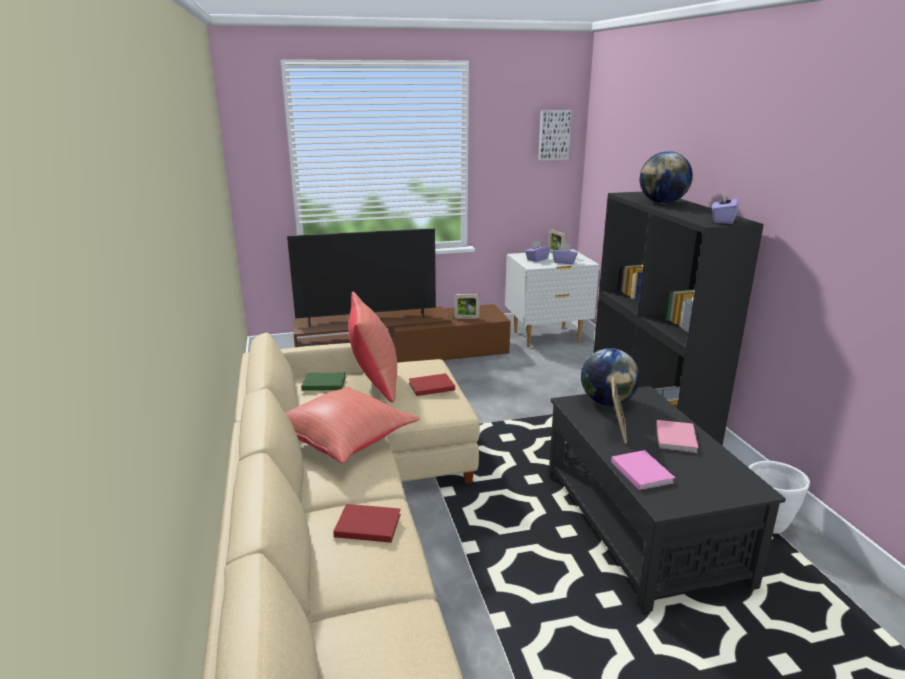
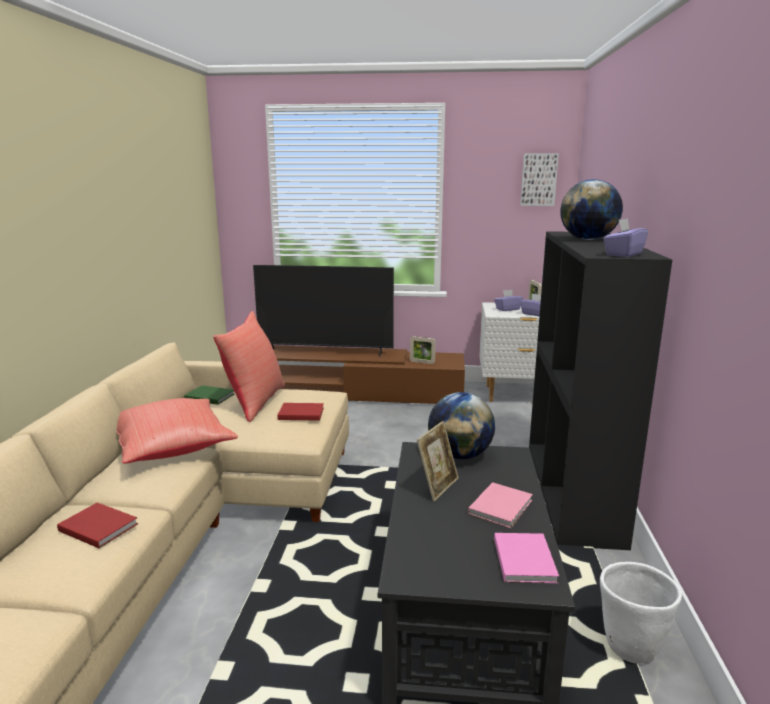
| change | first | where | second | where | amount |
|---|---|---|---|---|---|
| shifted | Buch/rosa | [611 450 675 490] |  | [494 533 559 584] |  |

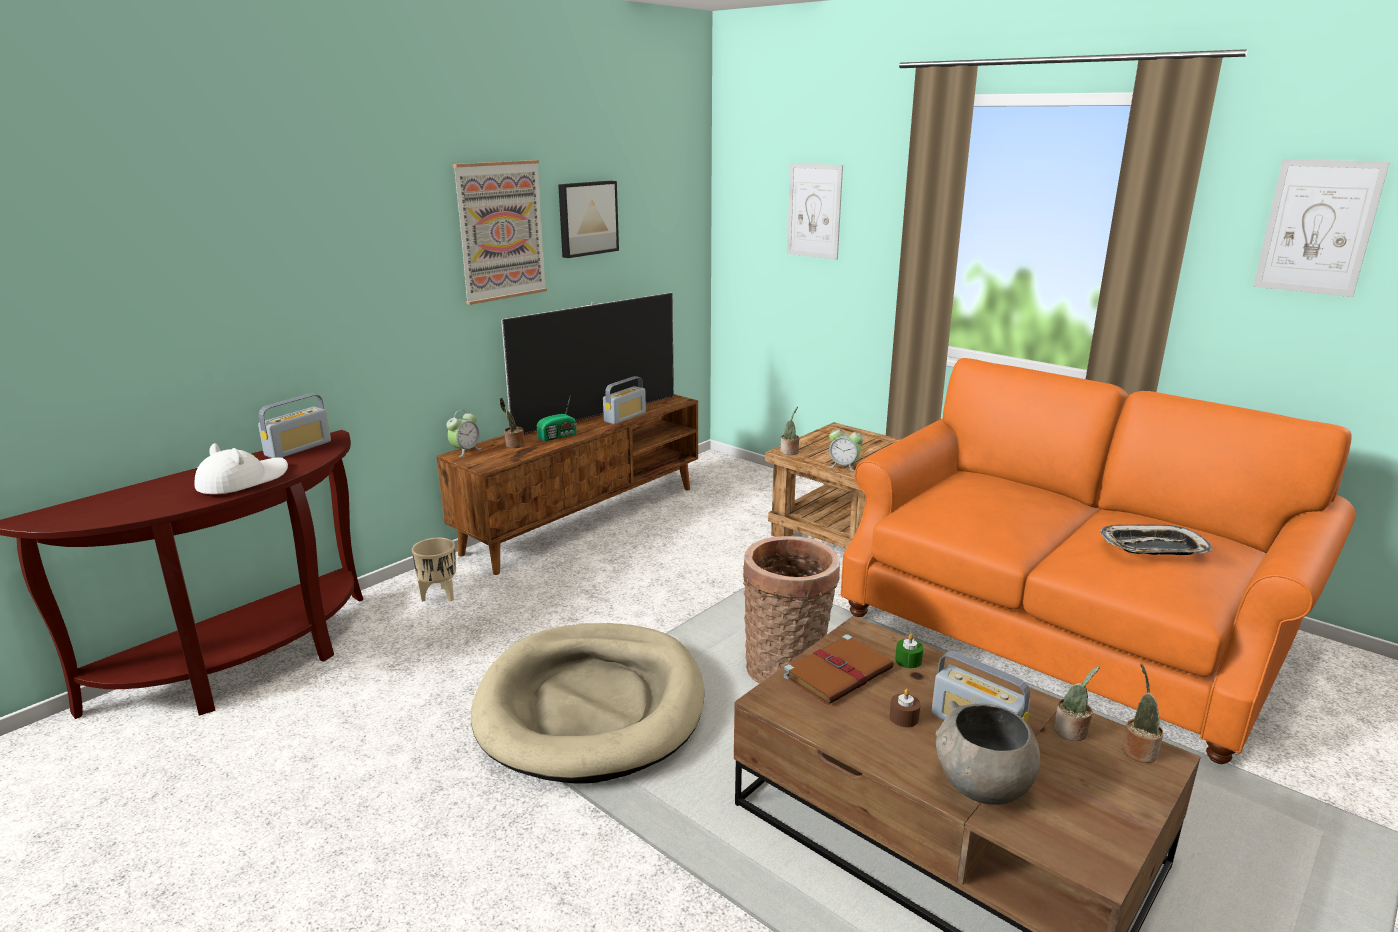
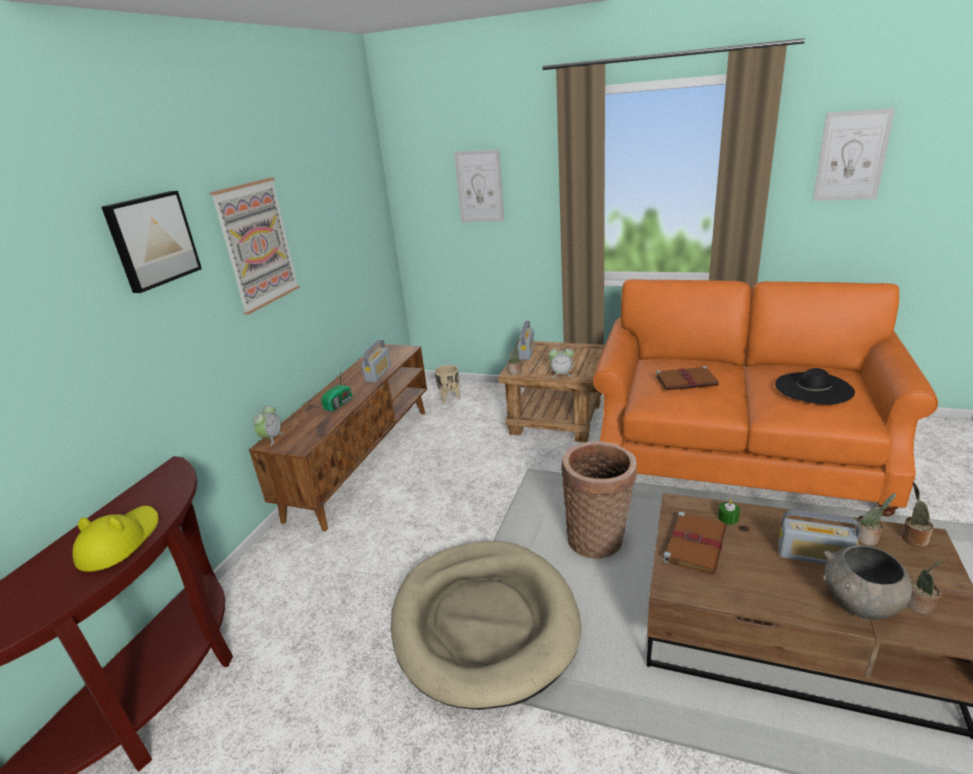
| change | first | where | second | where | amount |
|---|---|---|---|---|---|
| gone | Fernseher | [501 293 674 434] |  |  |  |
| gone | Kerze/braun | [889 689 921 727] |  |  |  |
| new |  |  | Buch/braun | [656 366 719 390] |  |
| shifted | Radio | [258 394 331 458] |  | [518 321 534 360] |  |
| shifted | Pflanzkübel/beige | [412 538 456 602] |  | [434 365 460 403] |  |
| shifted | Topfpflanze | [500 398 524 448] |  | [907 561 942 615] |  |
| shifted | Bild | [558 181 619 258] |  | [102 191 202 293] |  |
| swapped | Tablett | [1100 525 1213 555] | Hut/schwarz | [775 368 855 405] |  |
| repainted | Hut/weiß | [195 443 288 494] | Hut/gelb | [72 505 159 572] |  |

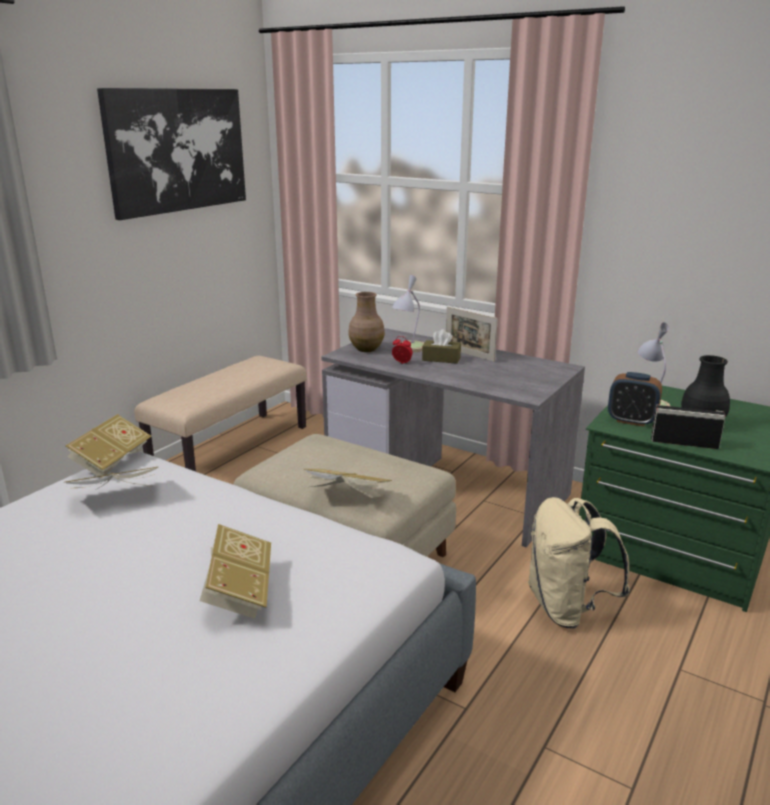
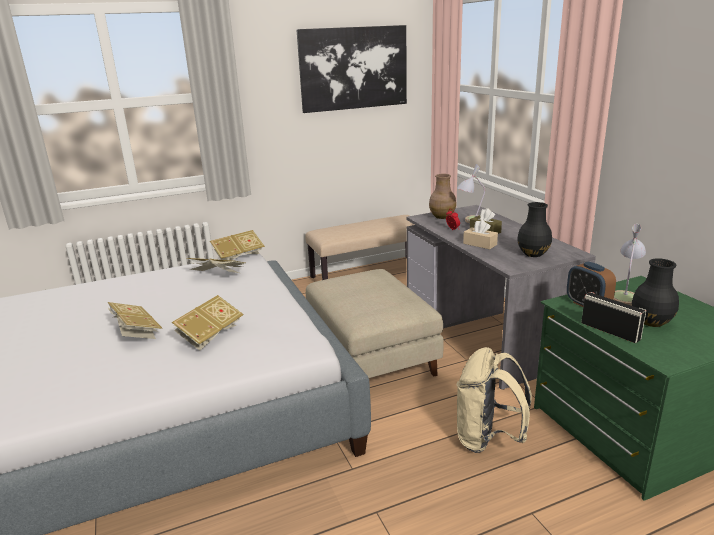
| change | first | where | second | where | amount |
|---|---|---|---|---|---|
| gone | Bilderrahmen | [446 306 498 362] |  |  |  |
| new |  |  | Taschentuchbox/beige | [463 220 498 249] |  |
| new |  |  | Vase/schwarz | [517 202 552 257] |  |
| shifted | Buch | [303 469 392 498] |  | [107 302 163 339] |  |

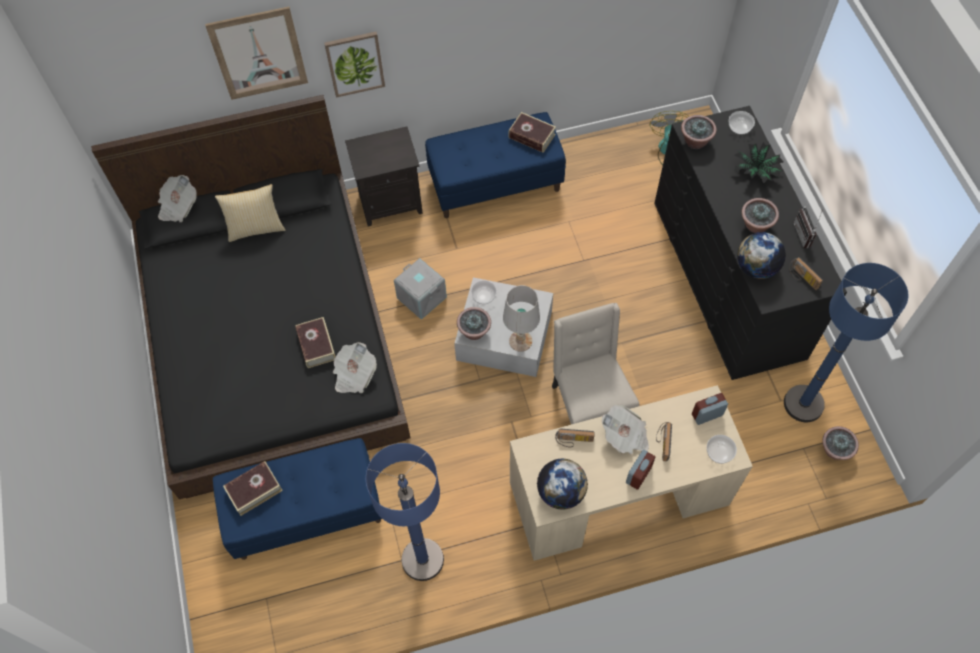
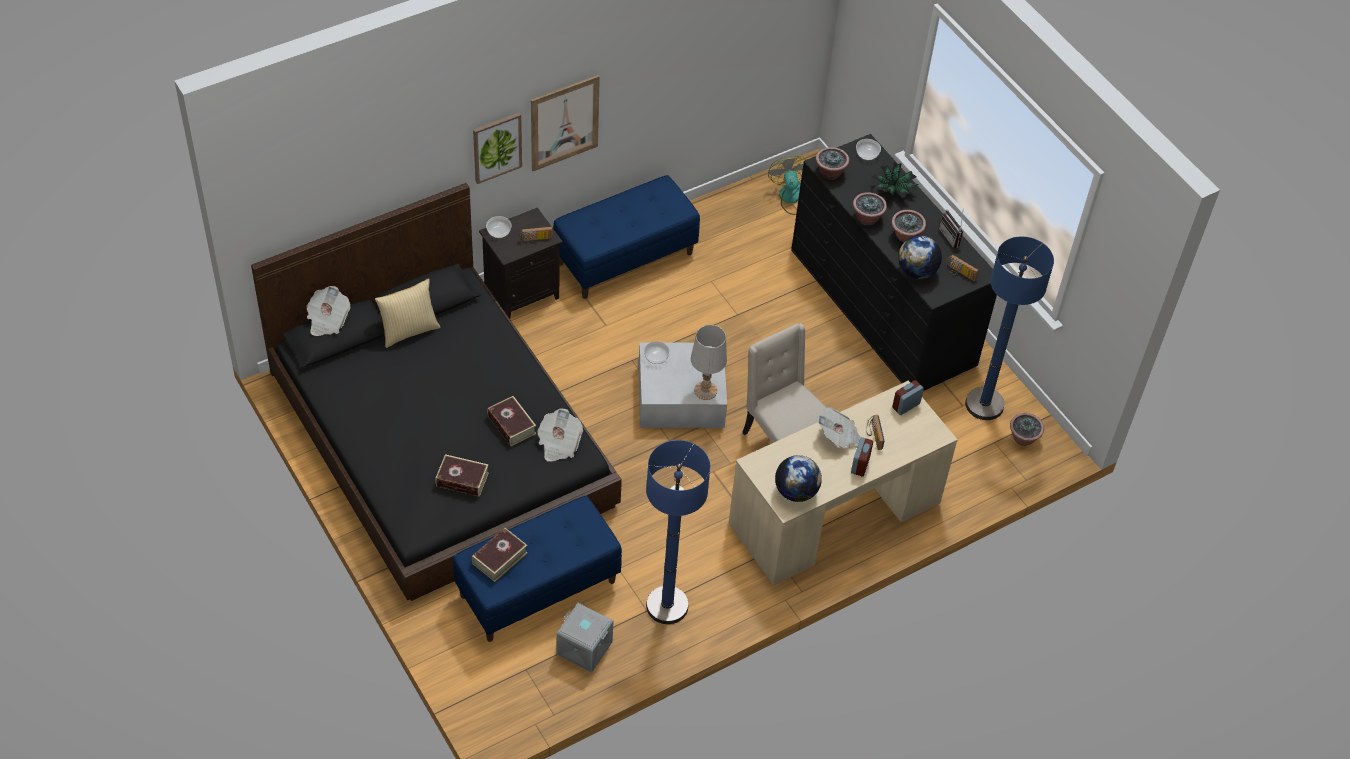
| change | first | where | second | where | amount |
|---|---|---|---|---|---|
| shifted | Bild | [205 7 308 100] |  | [531 75 600 171] |  |
| shifted | Aufbewahrungsbox/grau | [394 258 447 320] |  | [556 603 613 673] |  |
| shifted | Topfpflanze | [457 307 491 340] |  | [853 192 887 225] |  |
| shifted | Buch | [508 112 556 153] |  | [435 454 489 497] |  |
| shifted | Radio | [555 428 595 447] |  | [520 227 553 245] |  |
| shifted | Schüssel | [707 435 737 464] |  | [486 216 512 238] |  |

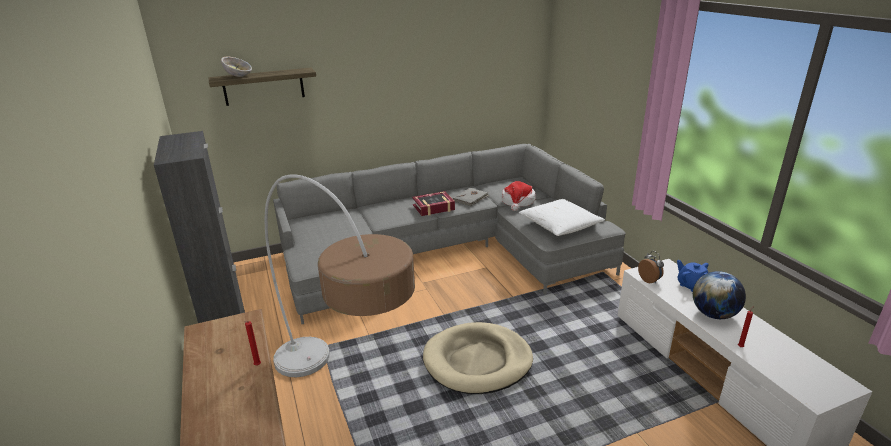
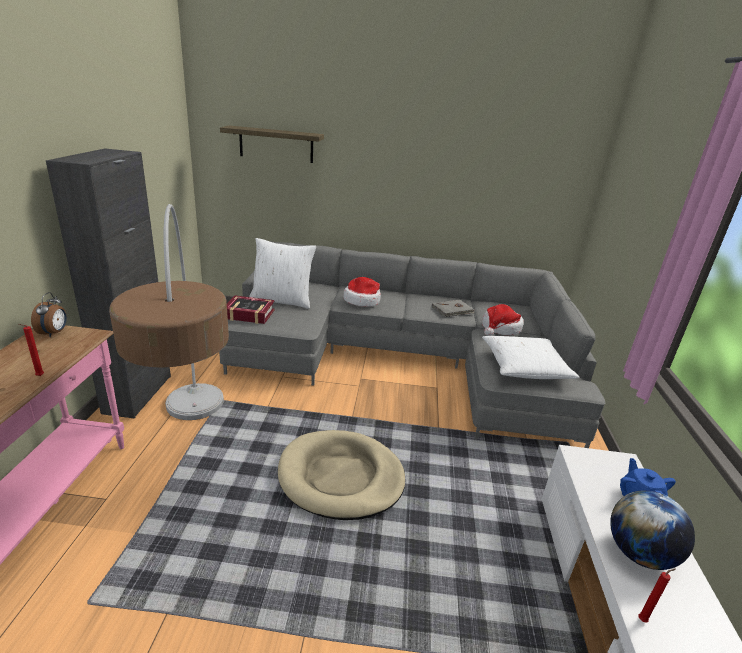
| change | first | where | second | where | amount |
|---|---|---|---|---|---|
| gone | Schüssel | [221 57 252 77] |  |  |  |
| new |  |  | Kissen/weiß | [249 238 316 309] |  |
| new |  |  | Hut | [343 277 381 307] |  |
| shifted | Buch | [412 191 455 216] |  | [227 296 275 324] |  |
| shifted | Wecker | [638 251 664 283] |  | [31 292 67 337] |  |

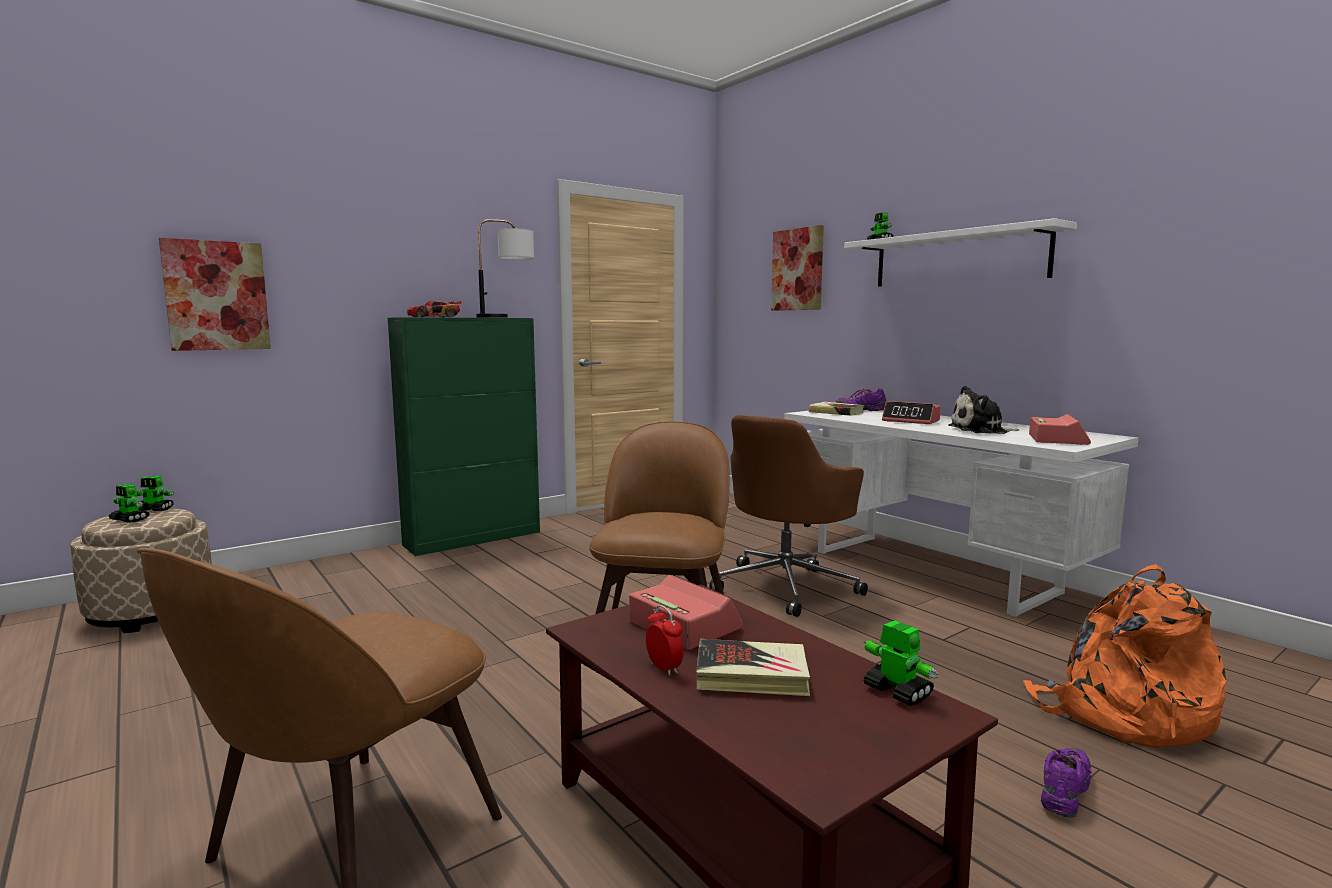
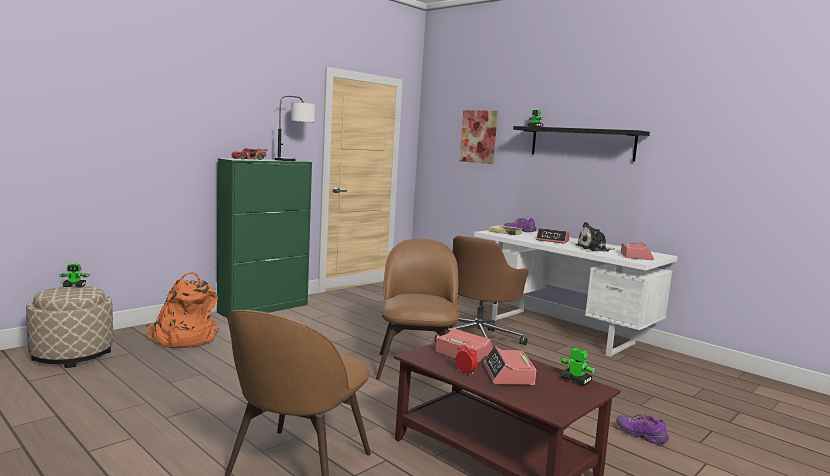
| change | first | where | second | where | amount |
|---|---|---|---|---|---|
| gone | Spielzeugroboter | [109 484 149 523] |  |  |  |
| gone | Bild | [159 238 271 351] |  |  |  |
| shifted | Rucksack/orange | [1023 564 1226 748] |  | [146 272 219 348] |  |
| swapped | Buch | [696 639 810 696] | Wecker | [483 346 536 385] |  |
| repainted | Wandregal/weiß | [844 218 1077 287] | Wandregal/schwarz | [513 126 650 162] |  |
| rotated | Schuh/lila | [1041 748 1092 818] |  | [616 414 669 444] | 75 degrees counterclockwise |

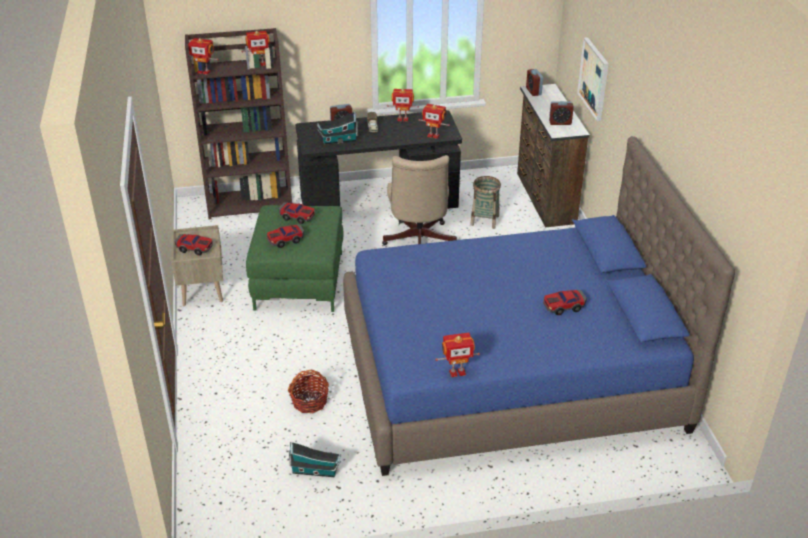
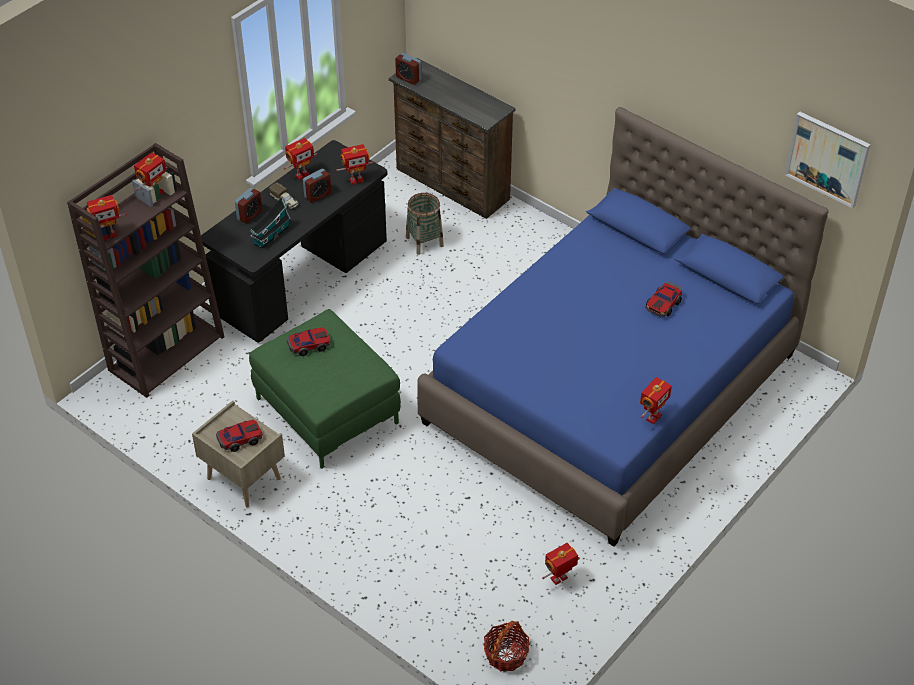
| change | first | where | second | where | amount |
|---|---|---|---|---|---|
| gone | Spielzeugauto | [267 224 304 248] |  |  |  |
| gone | Bürostuhl/beige | [382 155 457 245] |  |  |  |
| shifted | Korb | [288 370 329 413] |  | [483 621 530 671] |  |
| shifted | Wecker | [549 101 574 125] |  | [303 169 332 203] |  |
| shifted | Bild | [577 37 609 121] |  | [785 112 871 208] |  |
| swapped | Spielzeughaus | [289 442 341 477] | Spielzeugroboter | [542 543 580 585] |  |

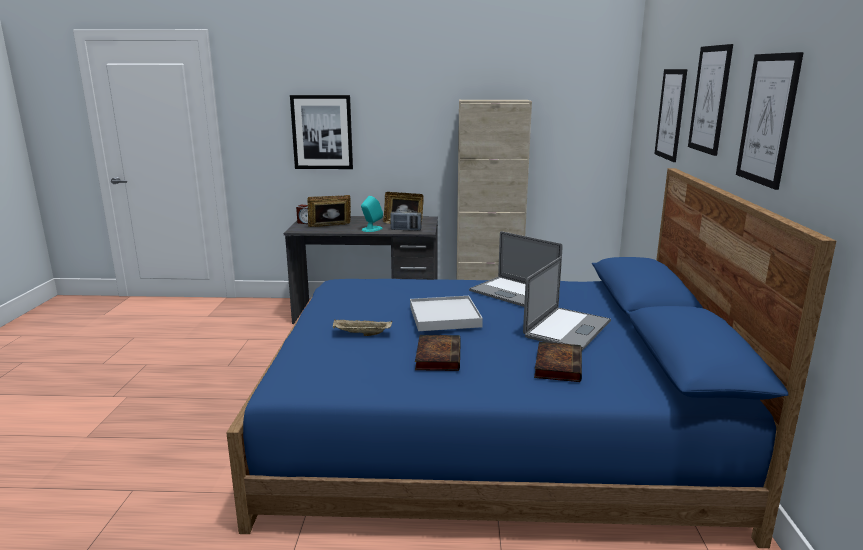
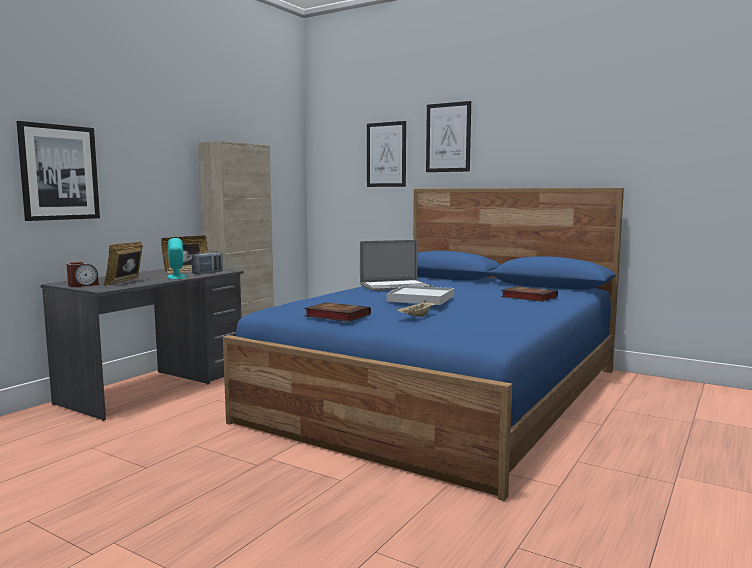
| change | first | where | second | where | amount |
|---|---|---|---|---|---|
| gone | Laptop | [523 256 611 351] |  |  |  |
| gone | Bild | [736 52 804 190] |  |  |  |
| shifted | Buch | [415 335 461 371] |  | [304 302 371 322] |  |

